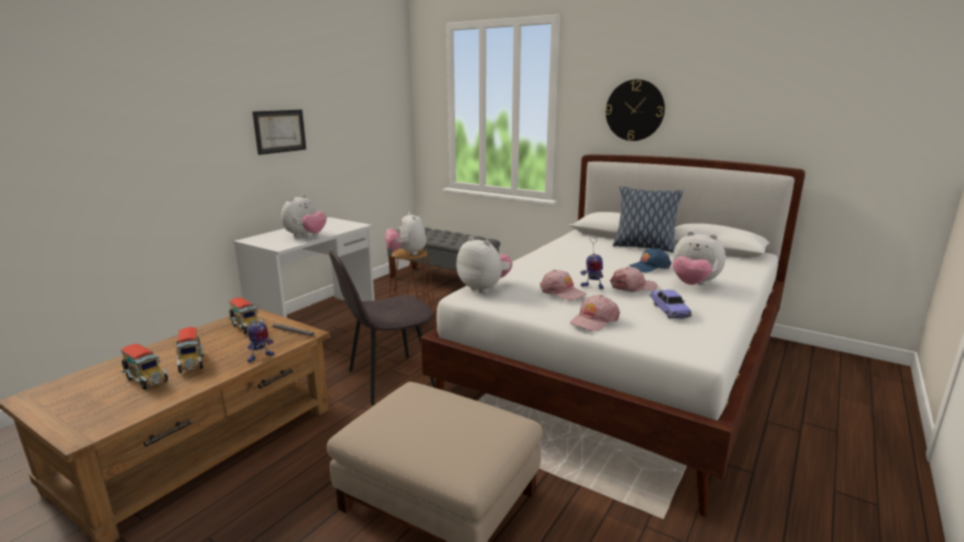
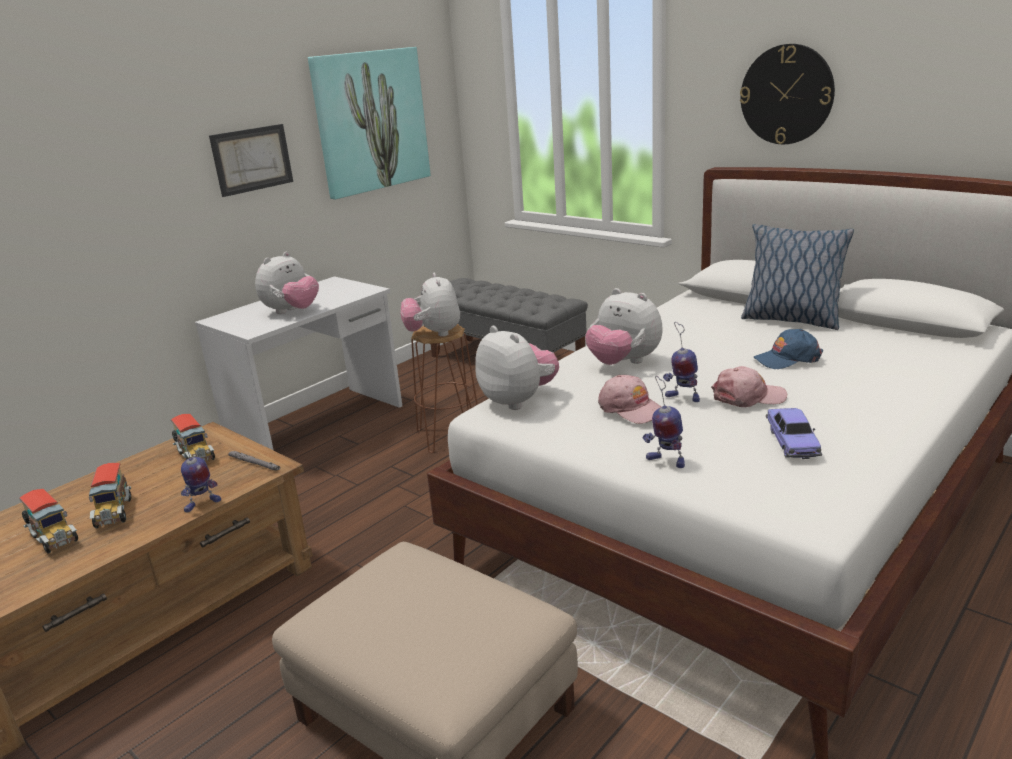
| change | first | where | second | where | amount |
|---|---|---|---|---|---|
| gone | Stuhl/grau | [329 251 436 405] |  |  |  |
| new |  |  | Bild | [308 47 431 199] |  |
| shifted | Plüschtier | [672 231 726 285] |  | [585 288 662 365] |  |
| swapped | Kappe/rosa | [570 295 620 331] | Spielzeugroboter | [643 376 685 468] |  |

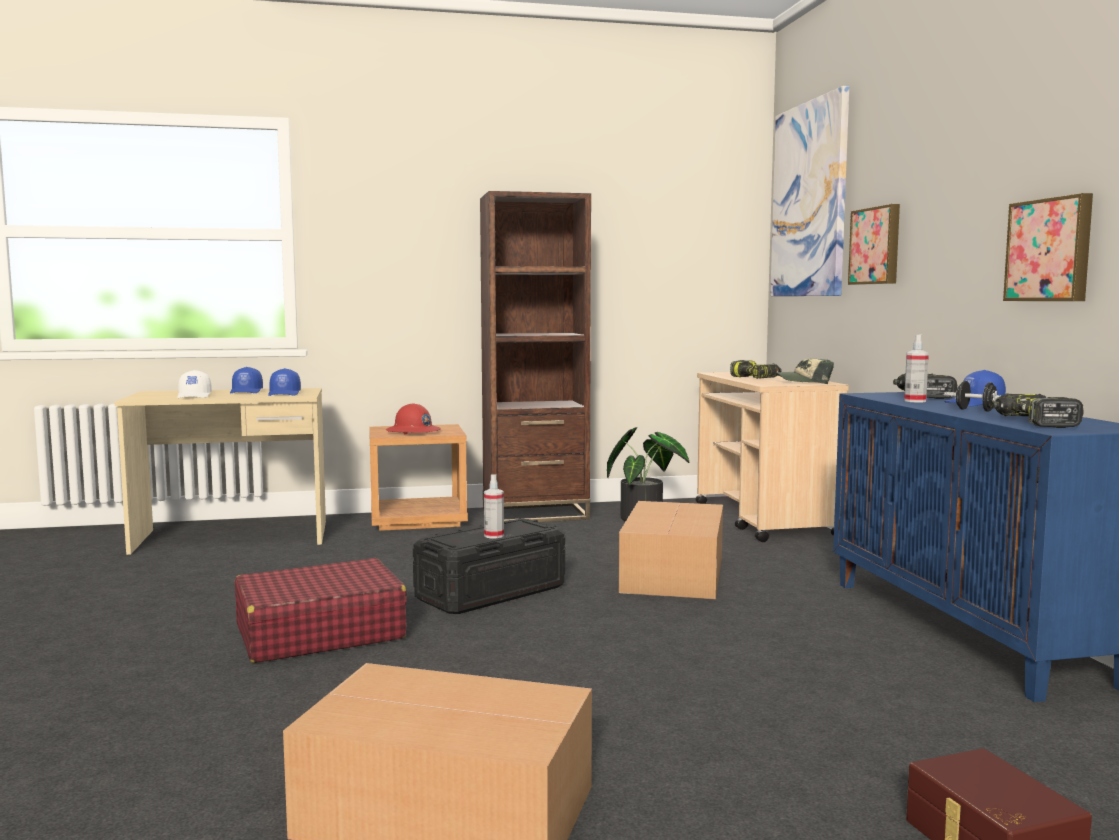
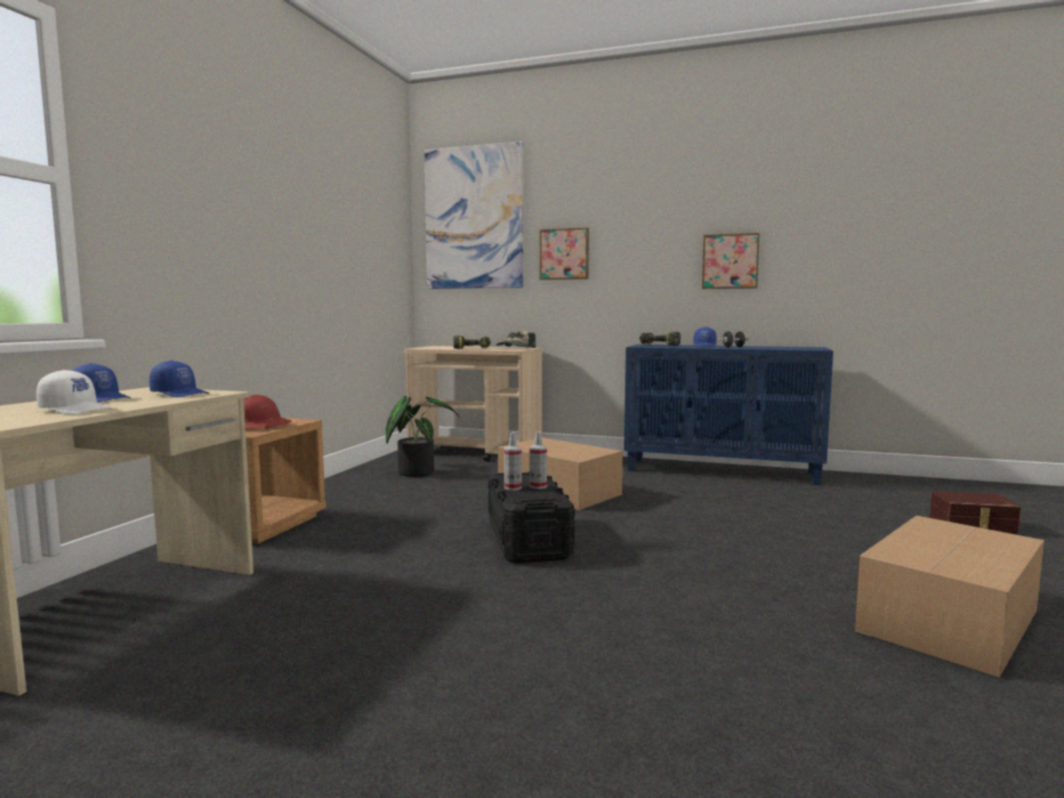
| change | first | where | second | where | amount |
|---|---|---|---|---|---|
| gone | Koffer/rot | [235 558 407 663] |  |  |  |
| gone | Bücherregal/braun | [480 191 591 522] |  |  |  |
| gone | Bohrmaschine | [991 393 1084 428] |  |  |  |
| shifted | Sprühflasche | [904 334 929 402] |  | [504 432 522 490] |  |

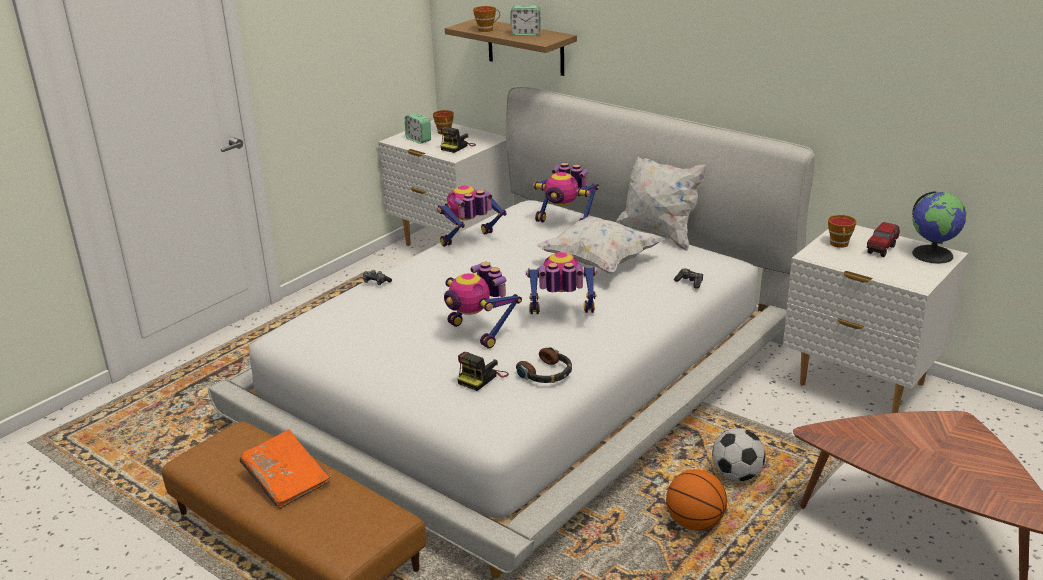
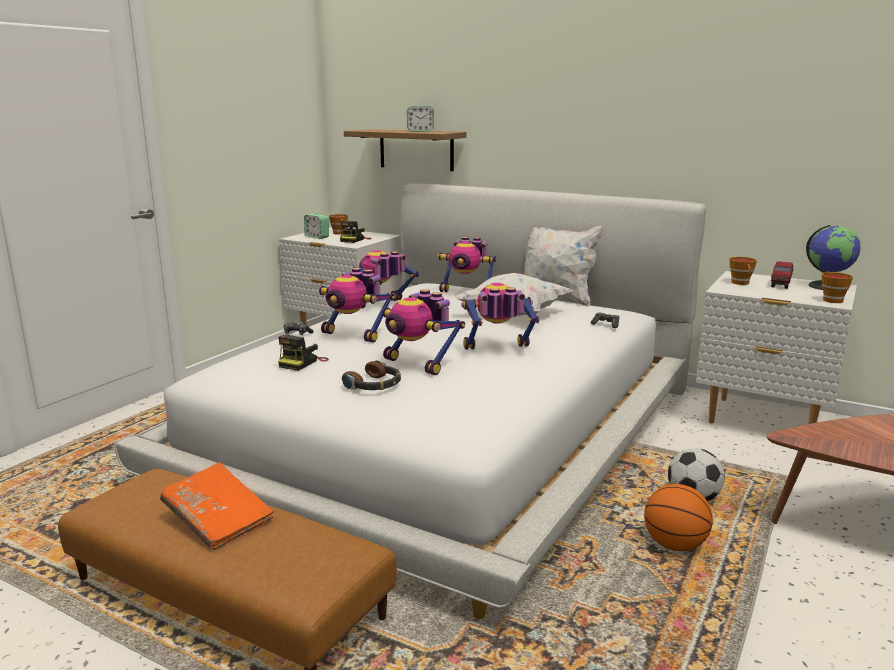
| change | first | where | second | where | amount |
|---|---|---|---|---|---|
| new |  |  | Spielzeugroboter | [319 268 395 343] |  |
| shifted | Kamera | [457 352 509 391] |  | [278 334 329 371] |  |
| shifted | Tasse | [473 6 500 32] |  | [822 272 853 303] |  |
| shifted | Kopfhörer | [516 347 572 383] |  | [342 360 401 390] |  |

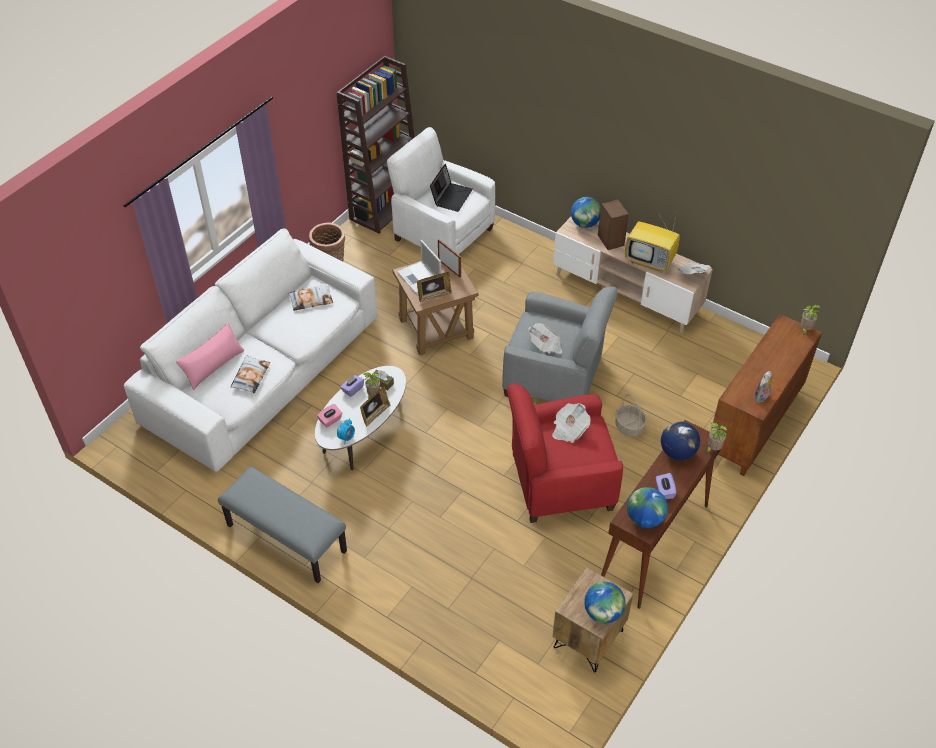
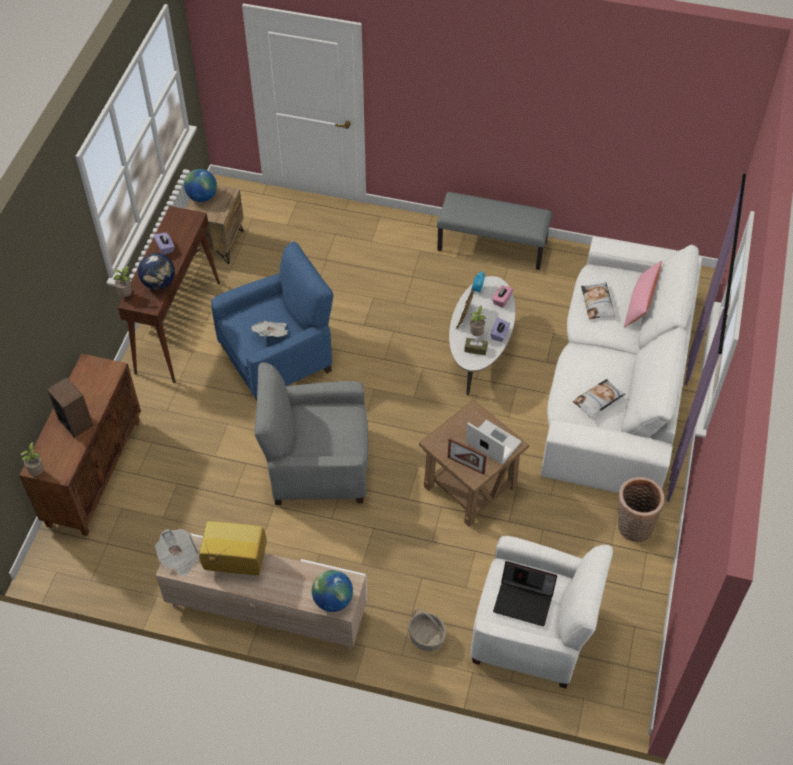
| change | first | where | second | where | amount |
|---|---|---|---|---|---|
| gone | Bücherregal/braun | [336 55 415 234] |  |  |  |
| gone | Bilderrahmen | [417 272 452 302] |  |  |  |
| gone | Zeitung | [528 323 562 354] |  |  |  |
| gone | Globus | [627 487 668 528] |  |  |  |
| gone | Plüschtier | [753 371 773 403] |  |  |  |
| shifted | Lautsprecher | [598 199 629 250] |  | [47 377 93 437] |  |
| shifted | Korb | [615 394 647 437] |  | [408 609 446 652] |  |
| repainted | Sessel/rot | [507 384 623 523] | Sessel/blau | [211 242 333 401] |  |
| rotated | Laptop | [430 164 473 212] |  | [493 561 557 627] | 75 degrees counterclockwise |

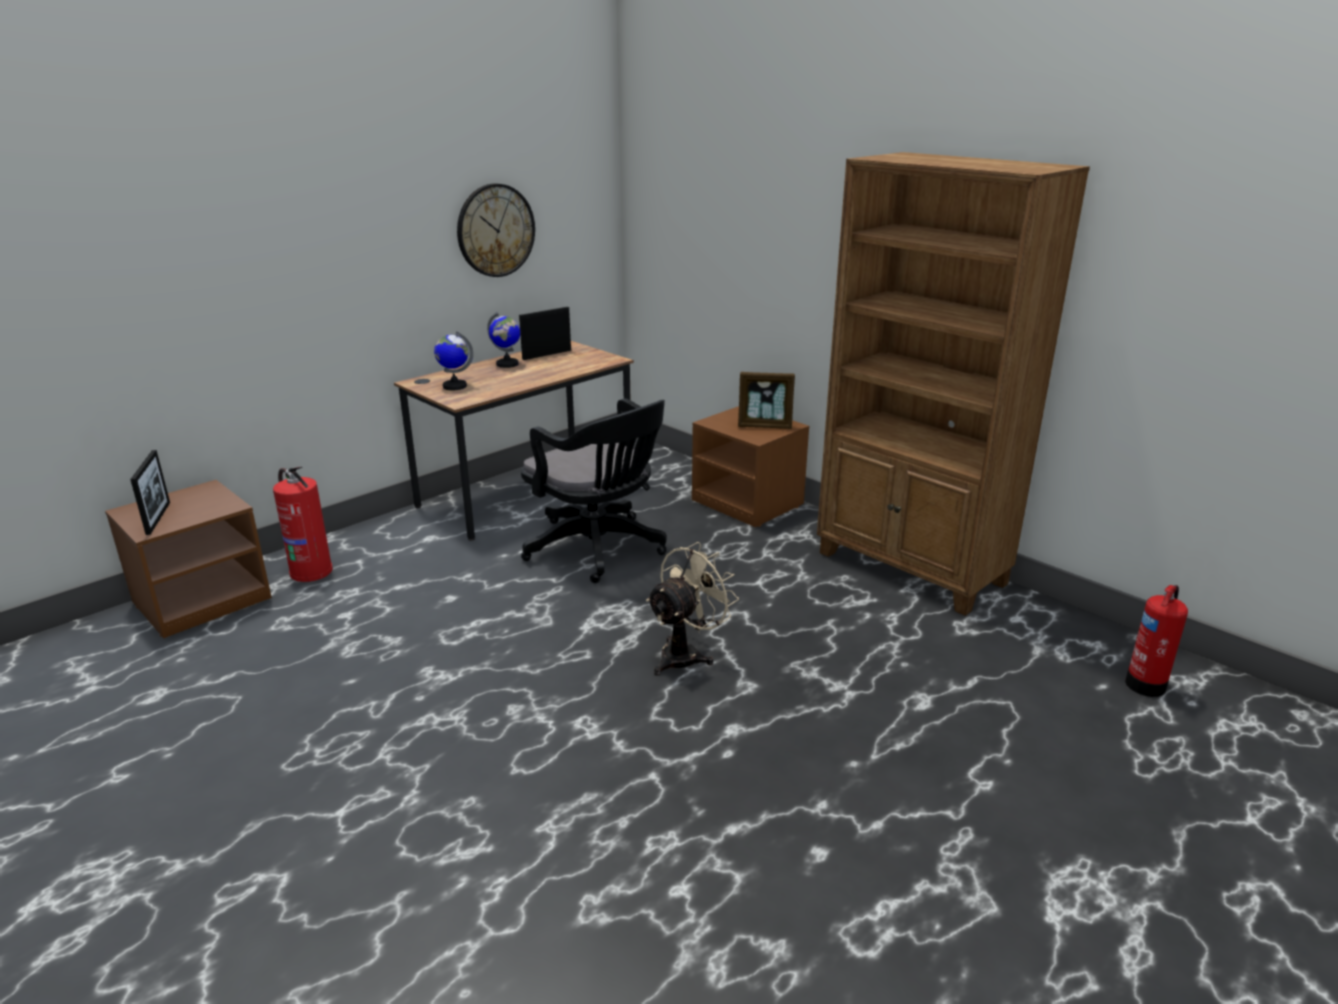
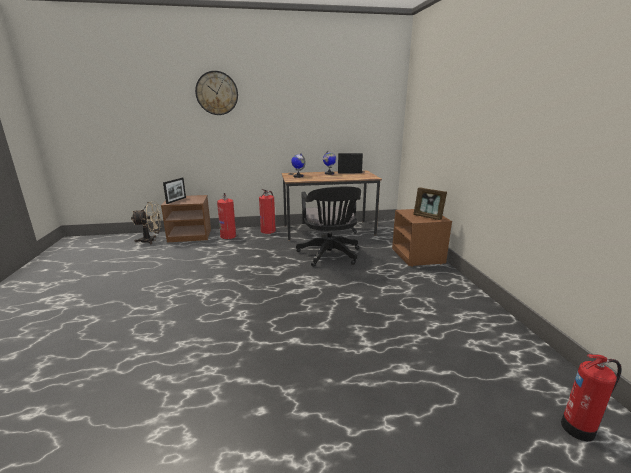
| change | first | where | second | where | amount |
|---|---|---|---|---|---|
| gone | Bücherregal/braun | [817 152 1090 616] |  |  |  |
| new |  |  | Feuerlöscher | [259 189 276 234] |  |
| shifted | Wanduhr | [457 183 535 277] |  | [195 71 238 115] |  |
| shifted | Ventilator/beige | [646 542 739 675] |  | [131 202 161 244] |  |

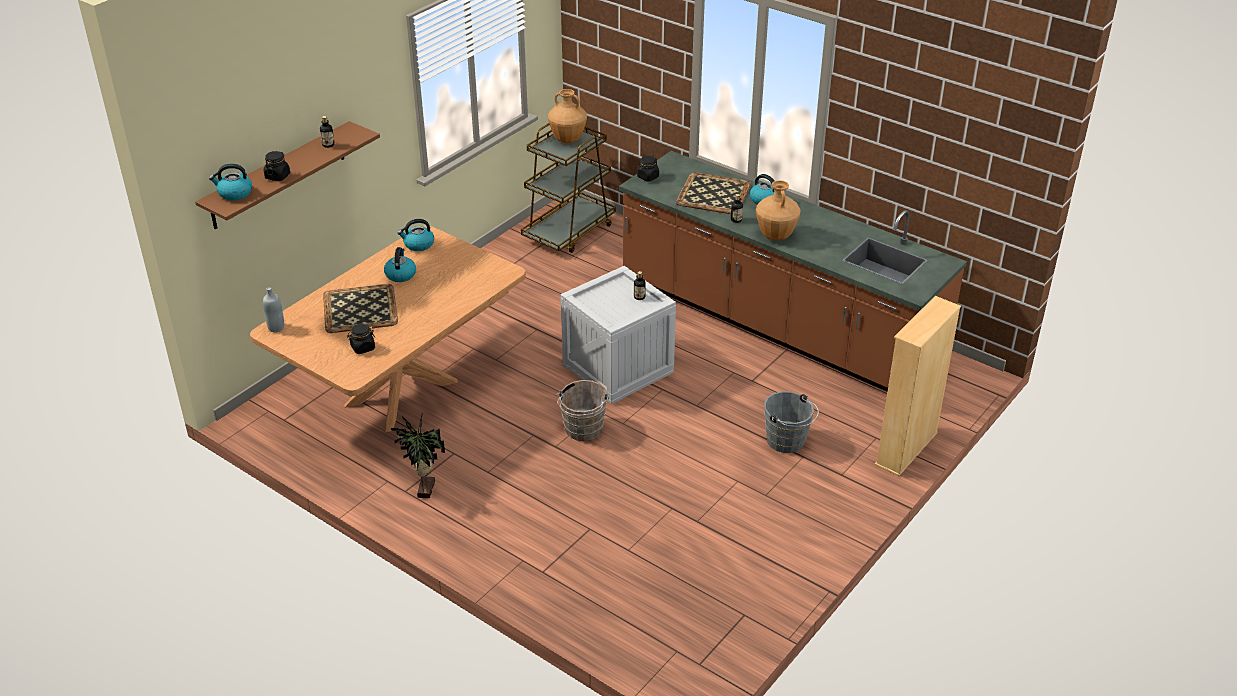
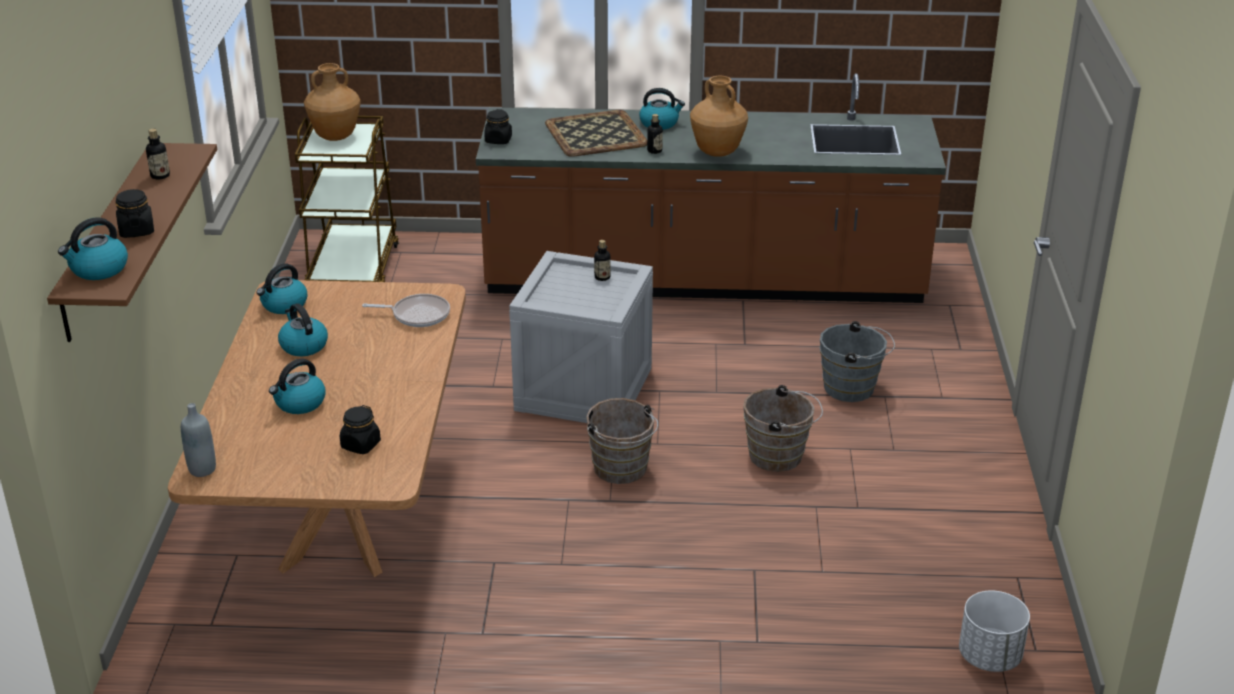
| change | first | where | second | where | amount |
|---|---|---|---|---|---|
| gone | Topfpflanze | [391 413 445 498] |  |  |  |
| gone | Bücherregal/beige | [874 296 961 477] |  |  |  |
| new |  |  | Pfanne | [362 294 450 327] |  |
| new |  |  | Eimer/braun | [743 385 823 472] |  |
| new |  |  | Pflanzkübel/weiß | [959 591 1030 672] |  |
| swapped | Tablett | [323 284 398 333] | Wasserkessel | [269 359 325 414] |  |

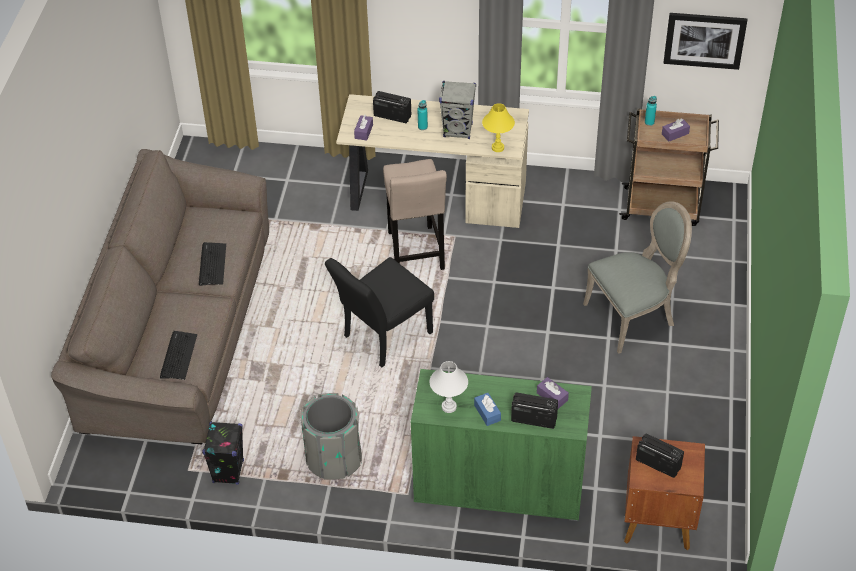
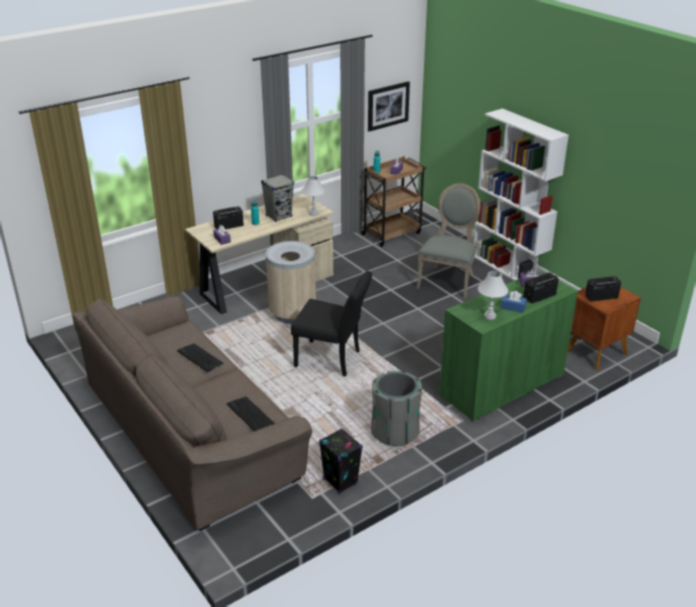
| change | first | where | second | where | amount |
|---|---|---|---|---|---|
| new |  |  | Bücherregal/weiß | [473 108 569 281] |  |
| swapped | Hocker/beige | [383 159 447 270] | Mülleimer/beige | [266 241 316 324] |  |
| repainted | Tischlampe/gelb | [482 103 515 152] | Tischlampe/weiß | [301 176 325 216] |  |
| rotated | Stuhl/schwarz | [325 257 434 367] |  | [291 271 372 377] | 75 degrees counterclockwise |

